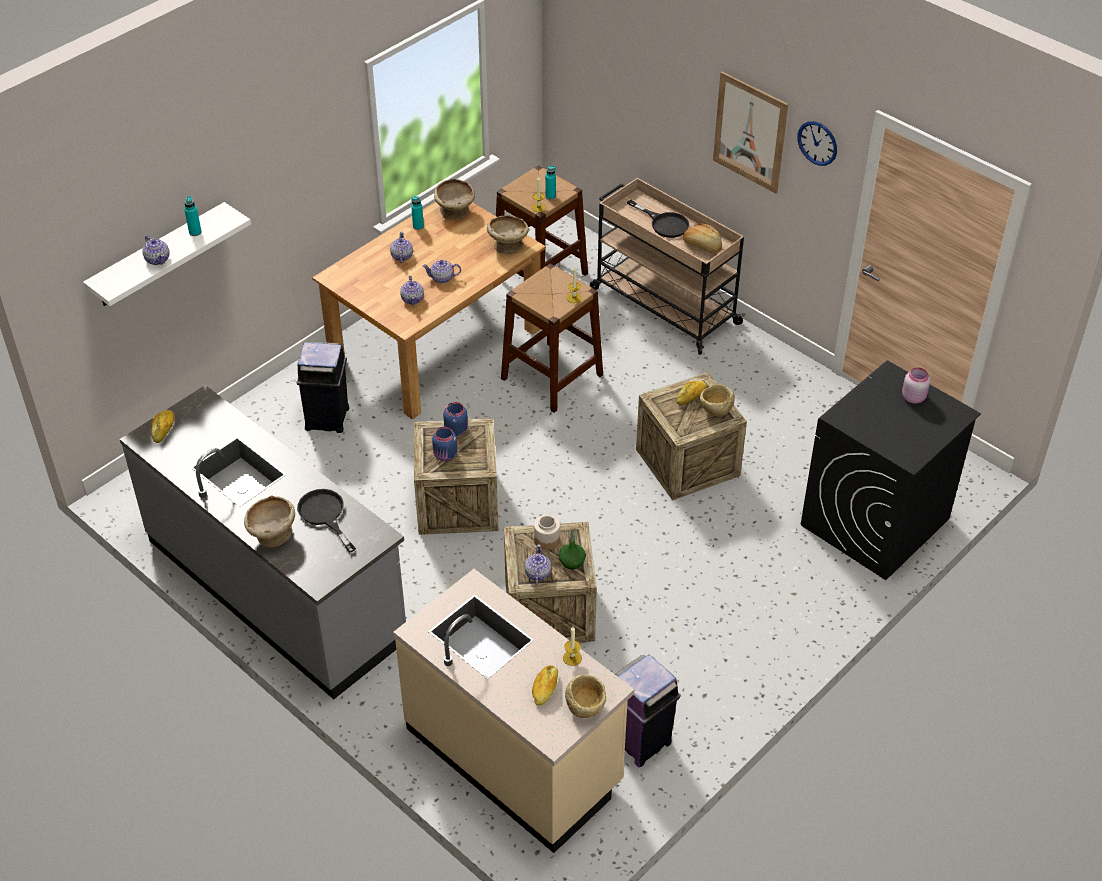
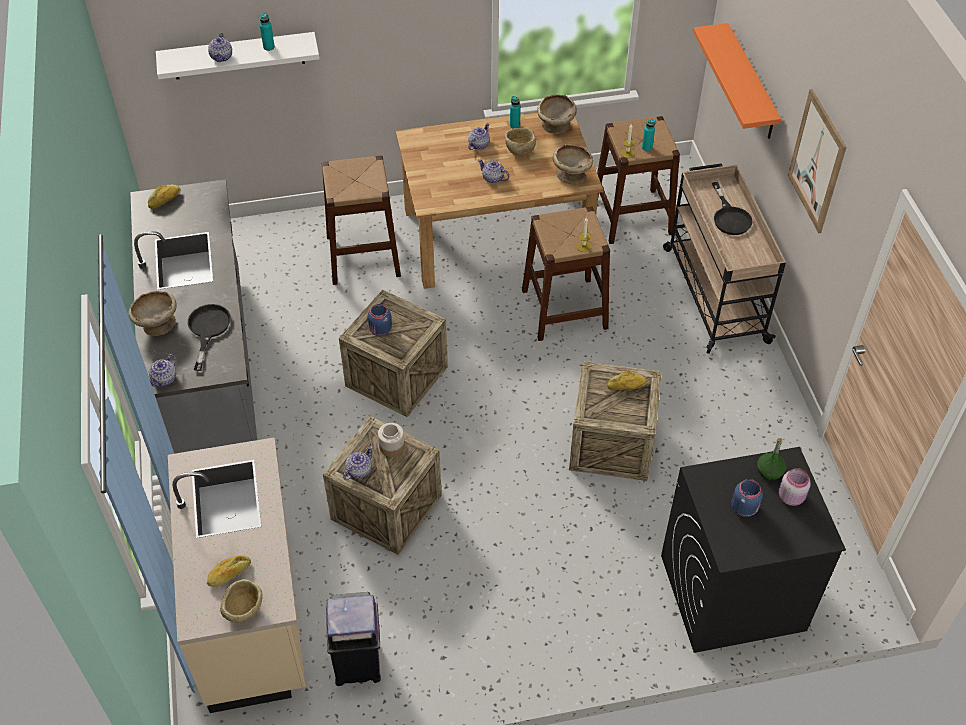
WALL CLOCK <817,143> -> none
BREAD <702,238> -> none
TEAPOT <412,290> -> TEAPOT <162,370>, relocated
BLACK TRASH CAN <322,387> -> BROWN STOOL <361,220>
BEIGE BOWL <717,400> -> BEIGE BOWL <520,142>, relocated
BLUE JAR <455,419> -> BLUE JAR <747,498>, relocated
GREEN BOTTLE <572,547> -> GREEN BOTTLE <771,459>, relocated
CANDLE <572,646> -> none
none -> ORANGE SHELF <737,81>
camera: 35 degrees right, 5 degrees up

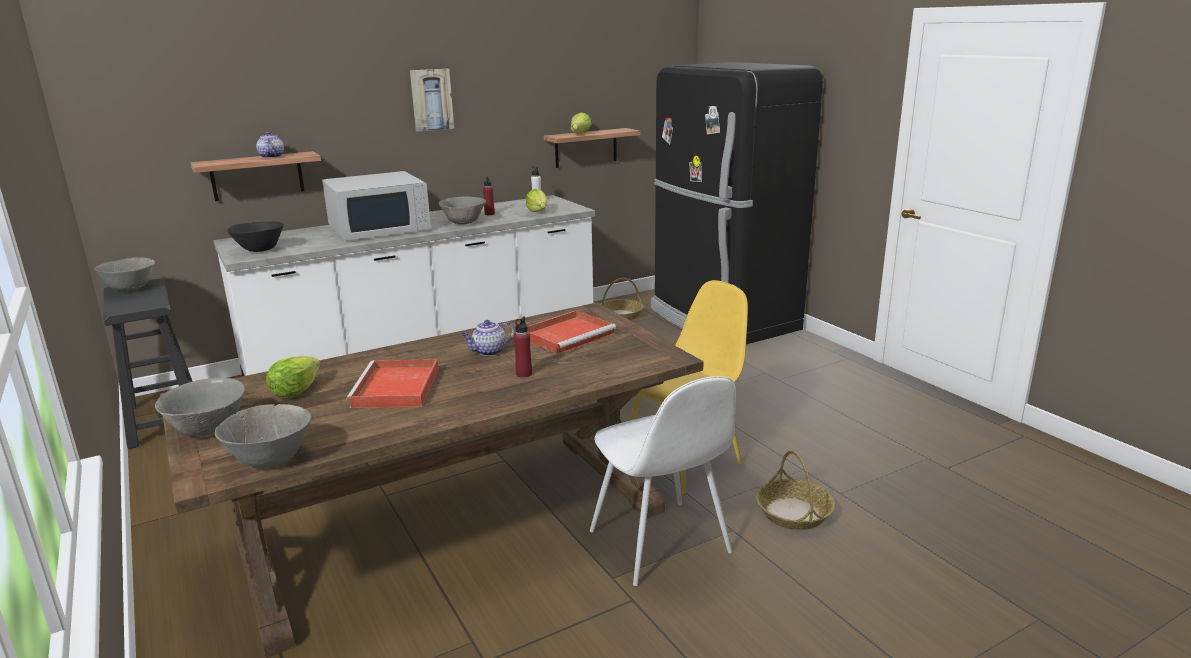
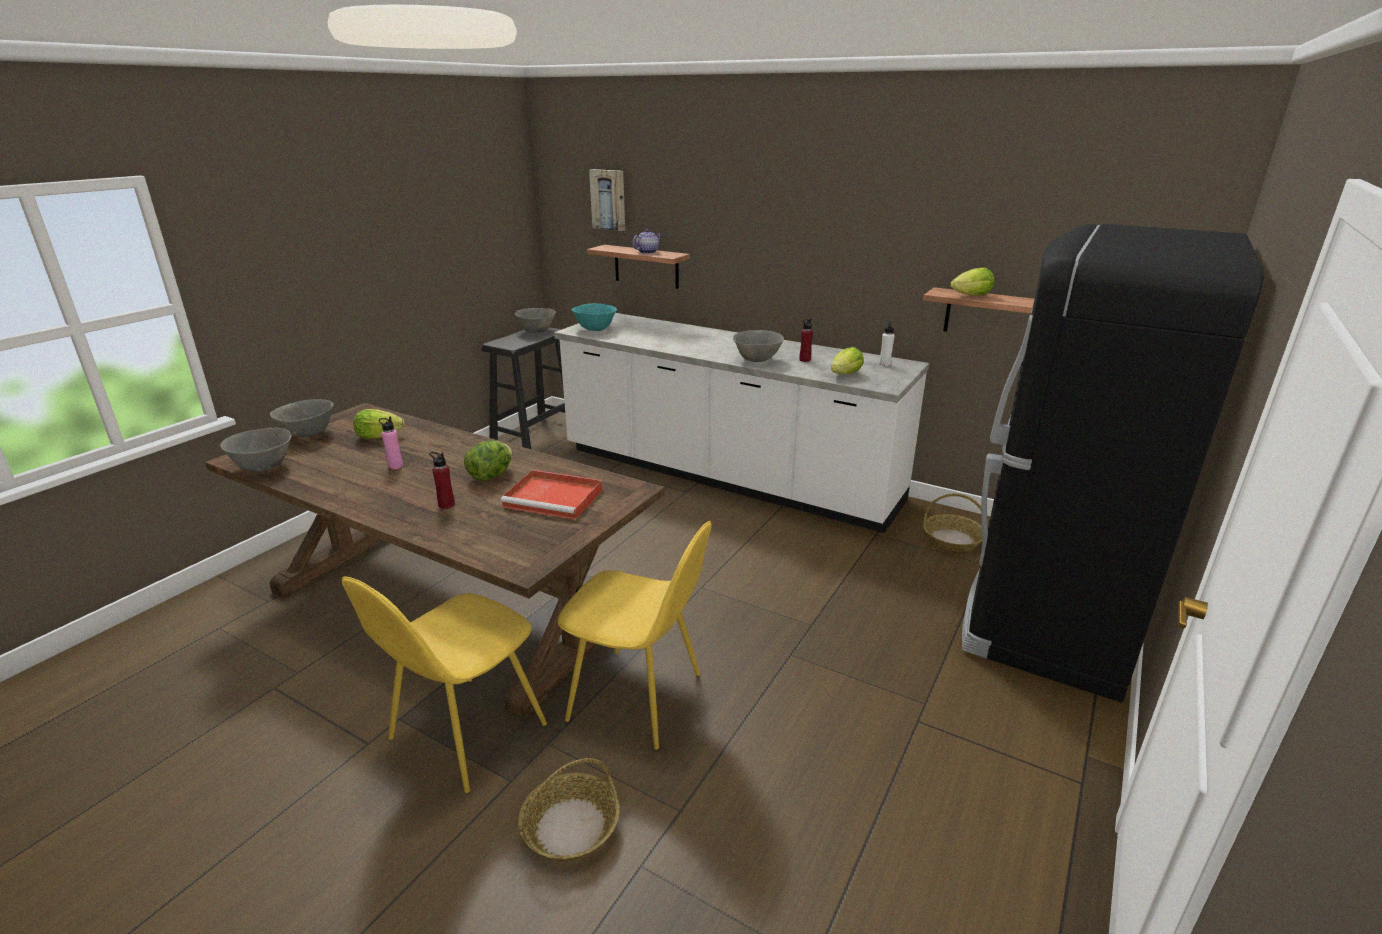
PICTURE <432,100> -> PICTURE <607,200>, relocated
WHITE MICROWAVE <376,206> -> none
BLACK BOWL <255,236> -> TURQUOISE BOWL <594,317>
TEAPOT <488,338> -> LETTUCE <488,460>
RED TRAY <392,383> -> PINK BOTTLE <391,442>
WHITE CHAIR <663,481> -> YELLOW CHAIR <444,685>
camera: 60 degrees right, 5 degrees up

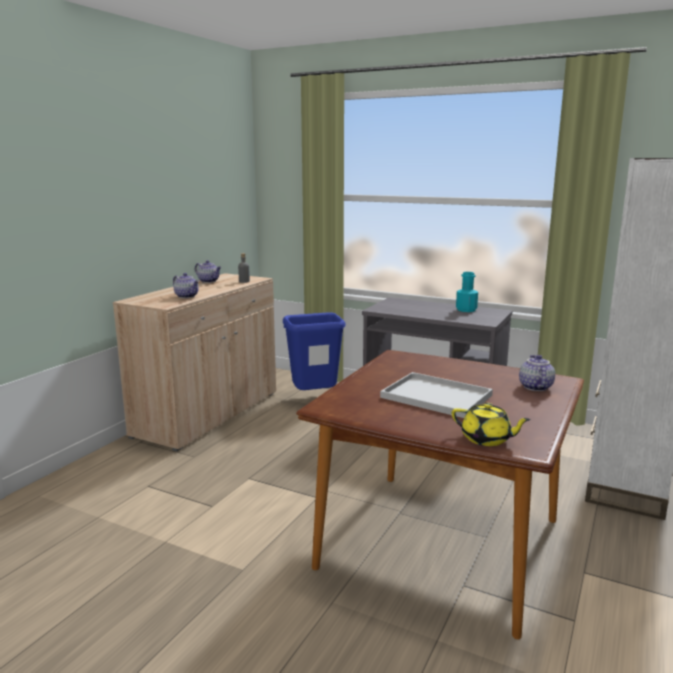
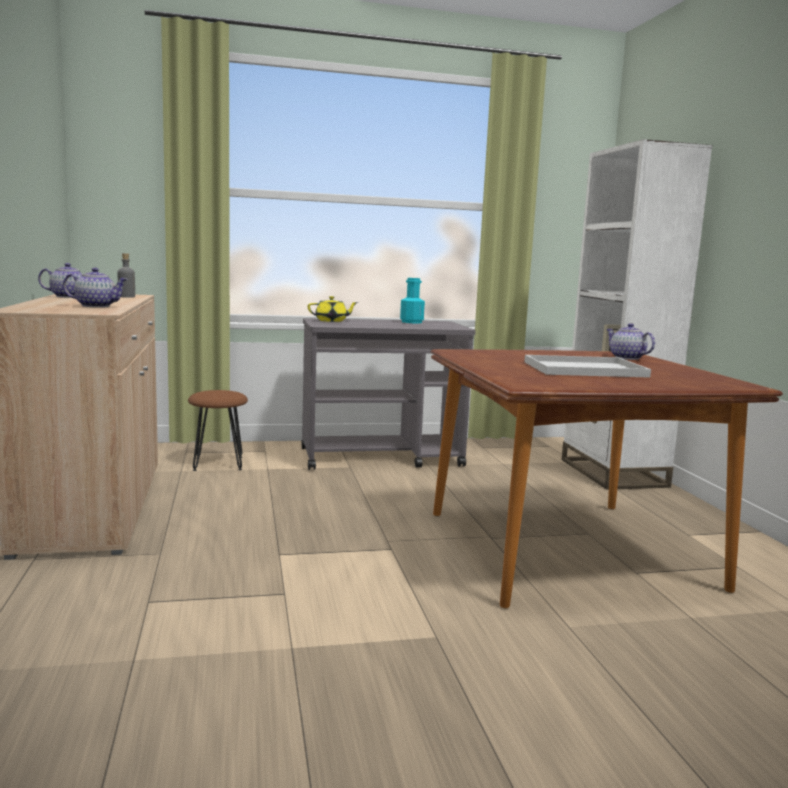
BLUE TRASH CAN <314,351> -> BROWN STOOL <218,430>
YELLOW TEAPOT <491,424> -> YELLOW TEAPOT <333,309>, relocated
camera: 40 degrees left, 5 degrees down

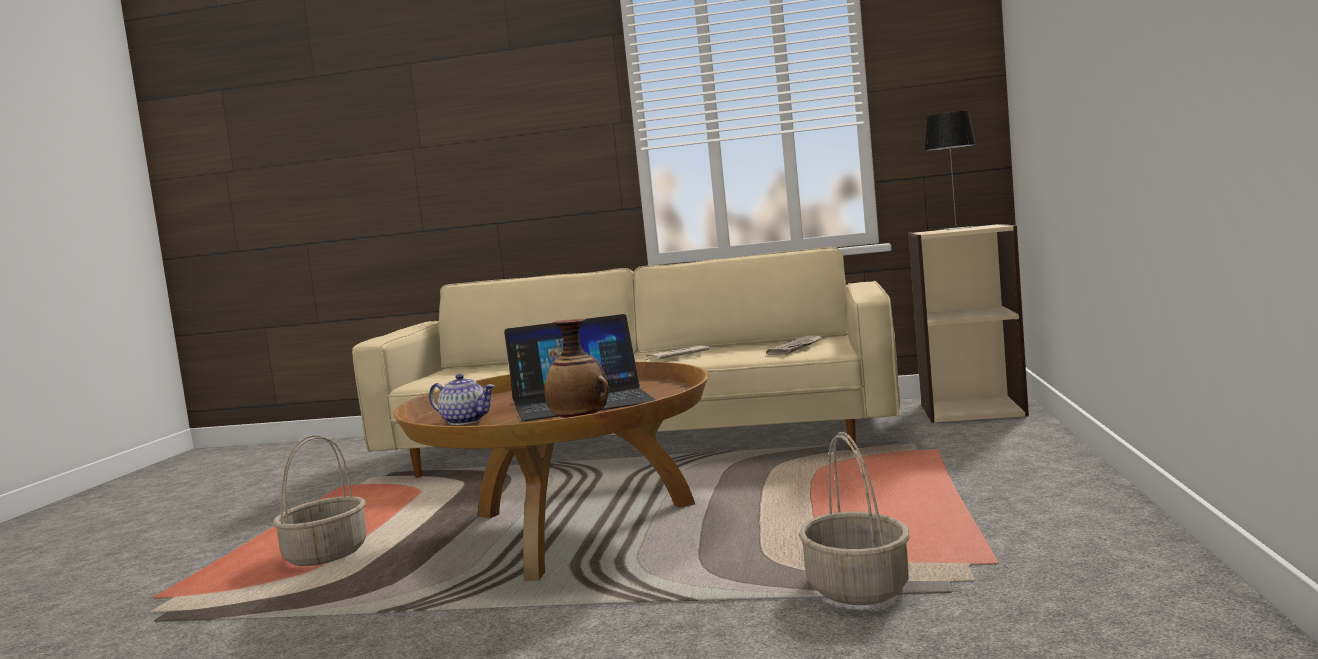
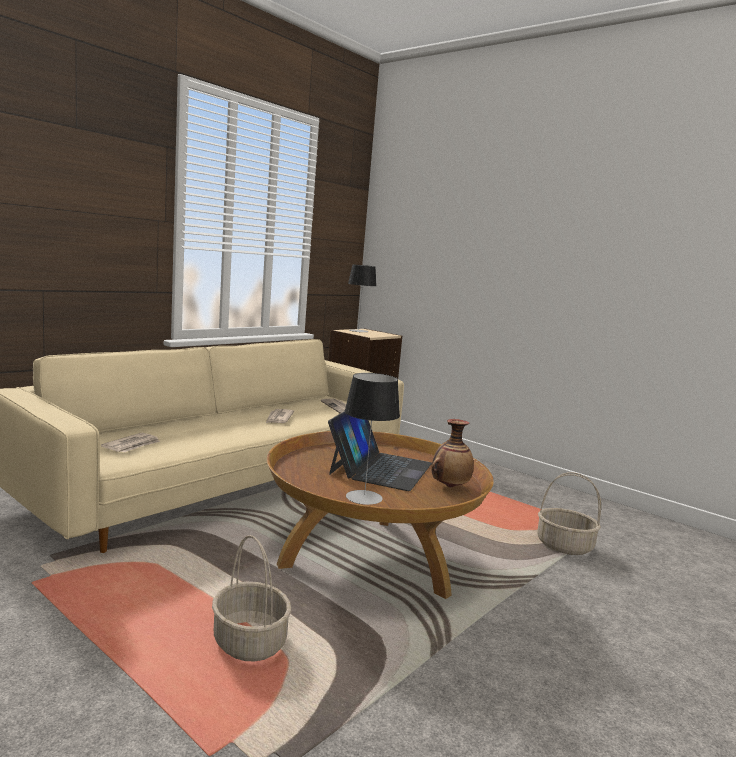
TEAPOT <462,399> -> TABLE LAMP <372,439>
none -> NEWSPAPER <130,442>
camera: 60 degrees left, 5 degrees up

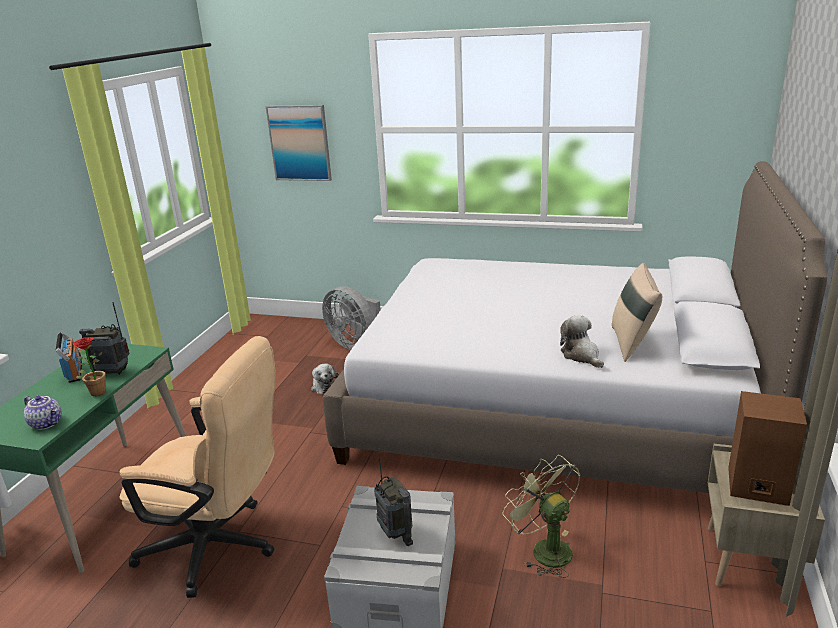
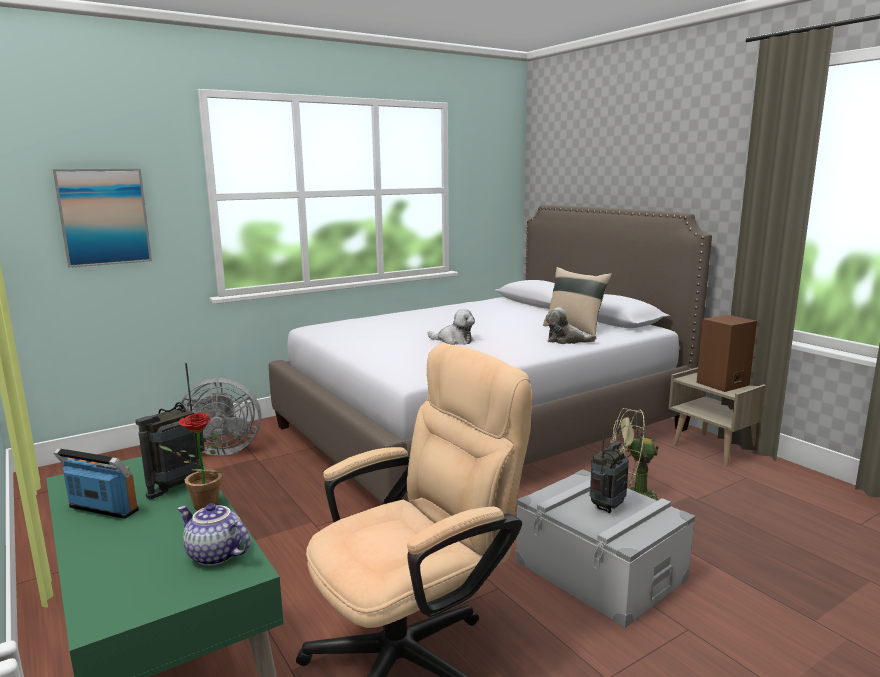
PLUSH TOY <325,379> -> PLUSH TOY <451,327>, relocated
TEAPOT <43,413> -> TEAPOT <213,534>, 135 degrees counterclockwise
RADIO <393,497> -> RADIO <609,470>, 60 degrees counterclockwise
camera: 50 degrees left, 10 degrees down

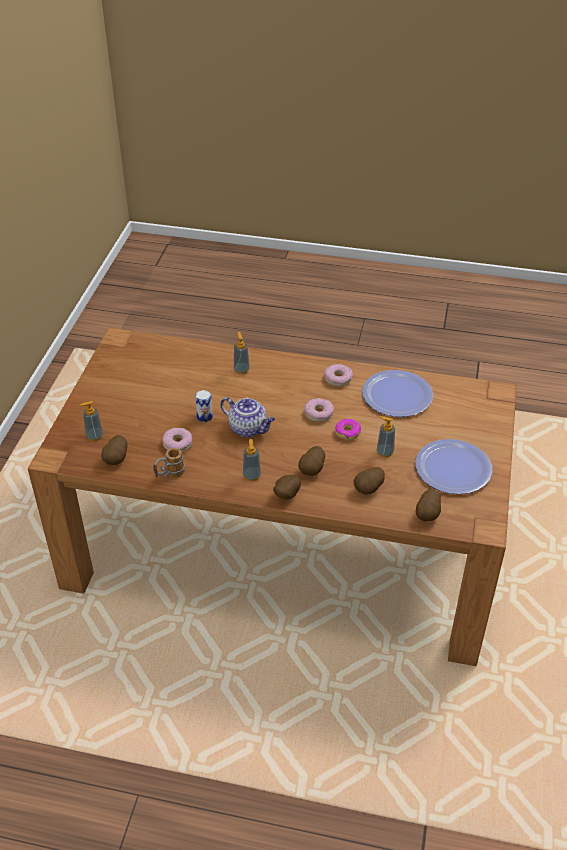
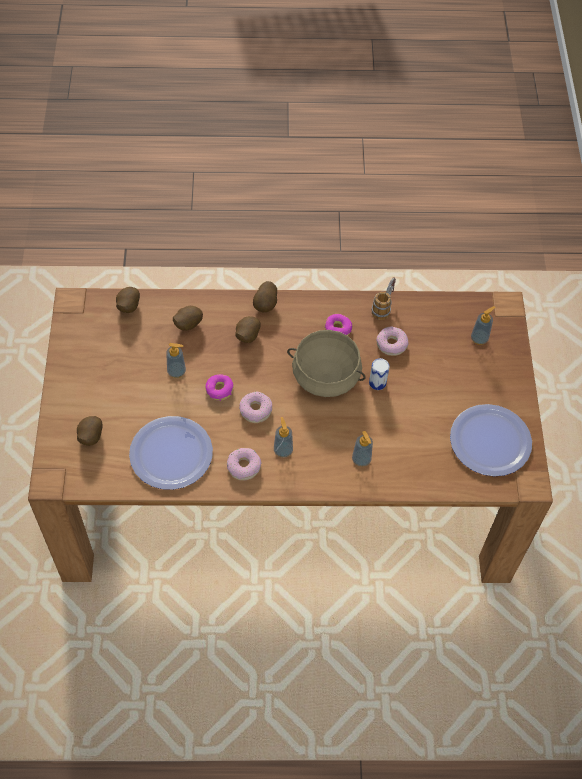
TEAPOT <247,417> -> BEIGE COOKING POT <326,363>
POTATO <114,450> -> POTATO <90,431>, relocated
SOAP DISPENSER <252,460> -> SOAP DISPENSER <283,437>, relocated
PLATE <453,466> -> PLATE <491,440>, relocated
none -> DONUT <339,325>
camera: 165 degrees right, 15 degrees up

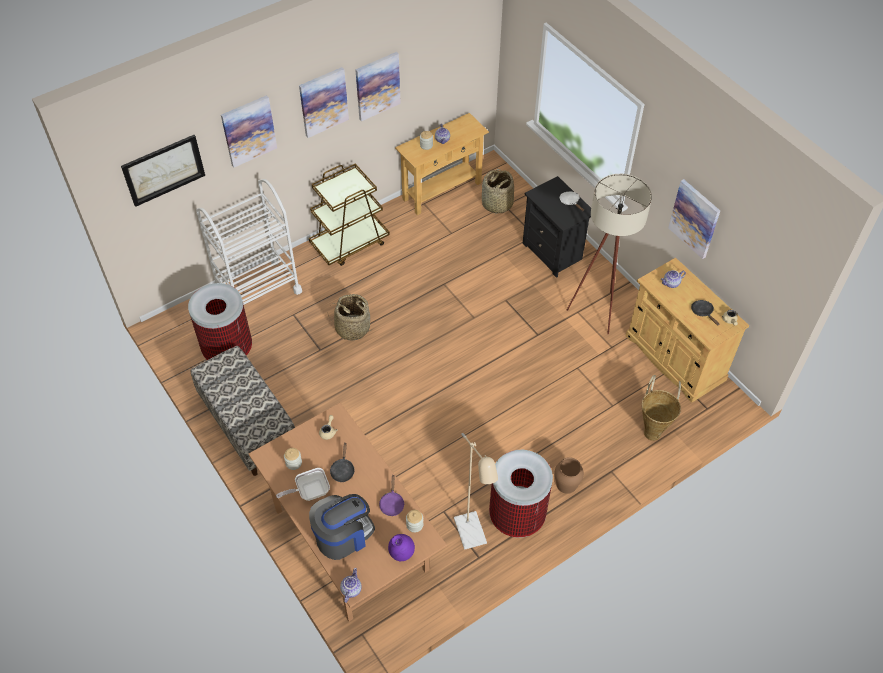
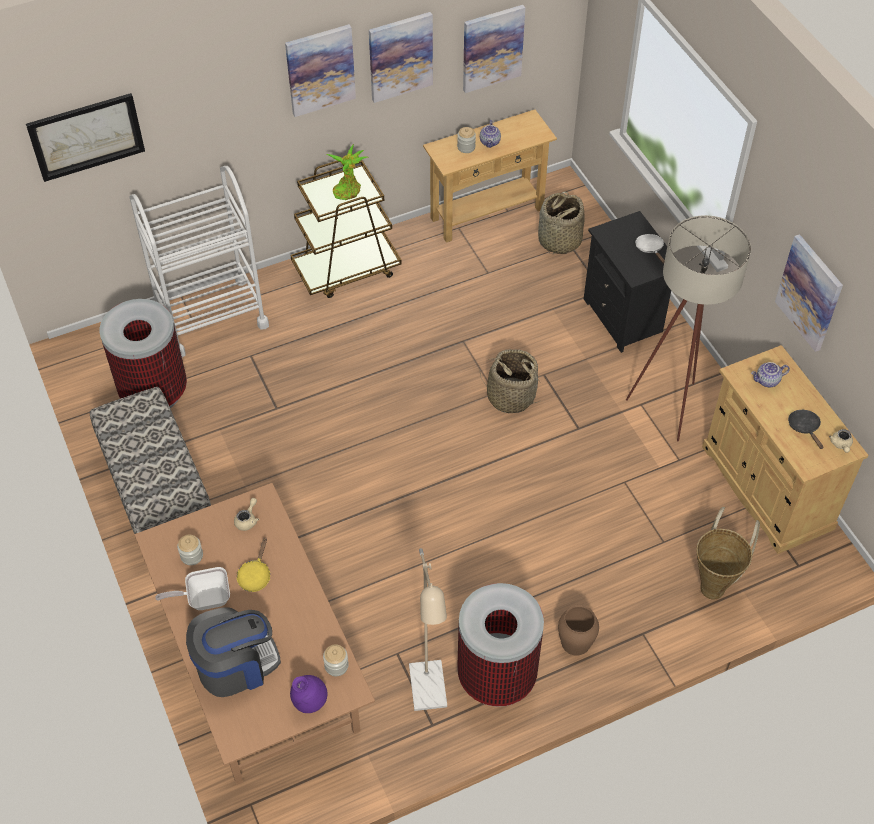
PICTURE <249,131> -> PICTURE <494,49>, relocated
BASKET <351,317> -> BASKET <509,381>, relocated
BLACK FRYING PAN <342,462> -> YELLOW FRYING PAN <253,564>
PURPLE FRYING PAN <392,495> -> none
TEAPOT <351,585> -> none
none -> POTTED PLANT <347,172>
camera: 10 degrees right, 0 degrees up

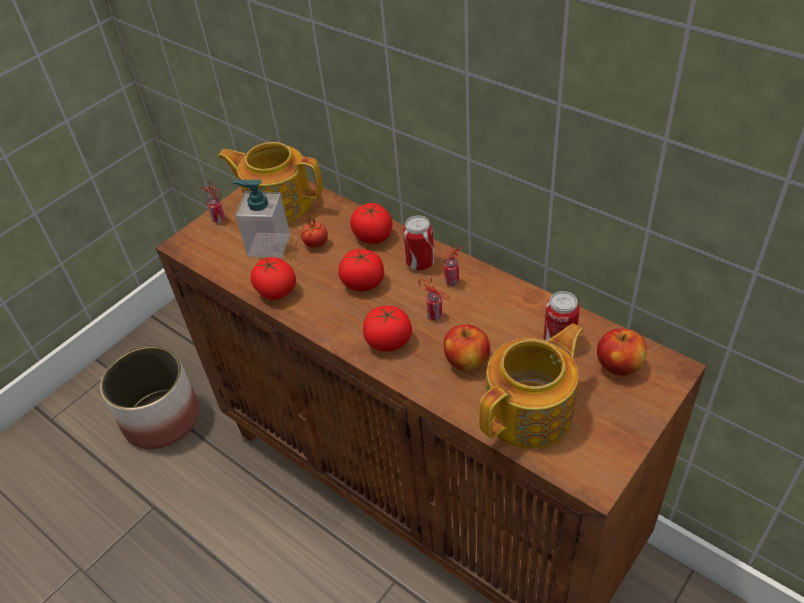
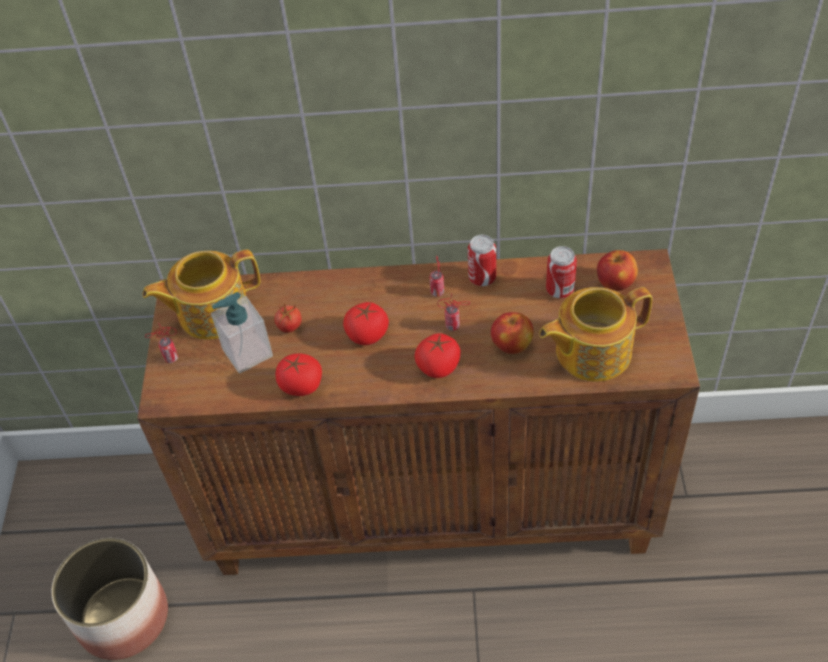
TOMATO <371,223> -> none
CAN <418,243> -> CAN <482,260>, relocated
TEAPOT <531,386> -> TEAPOT <595,334>, 120 degrees counterclockwise
camera: 40 degrees left, 5 degrees up

